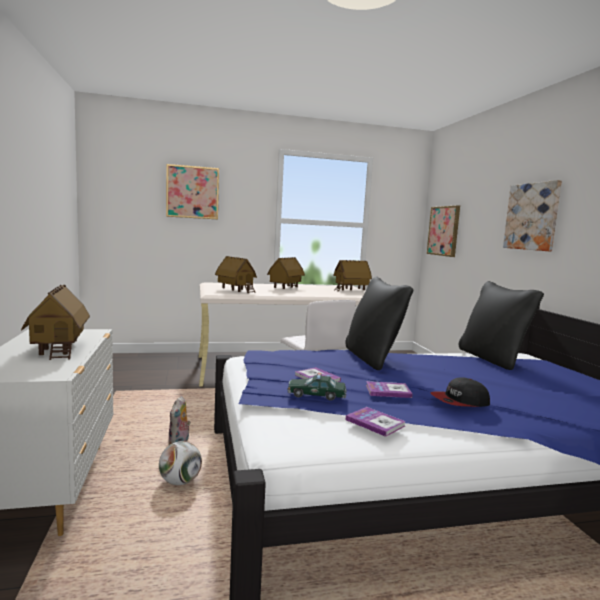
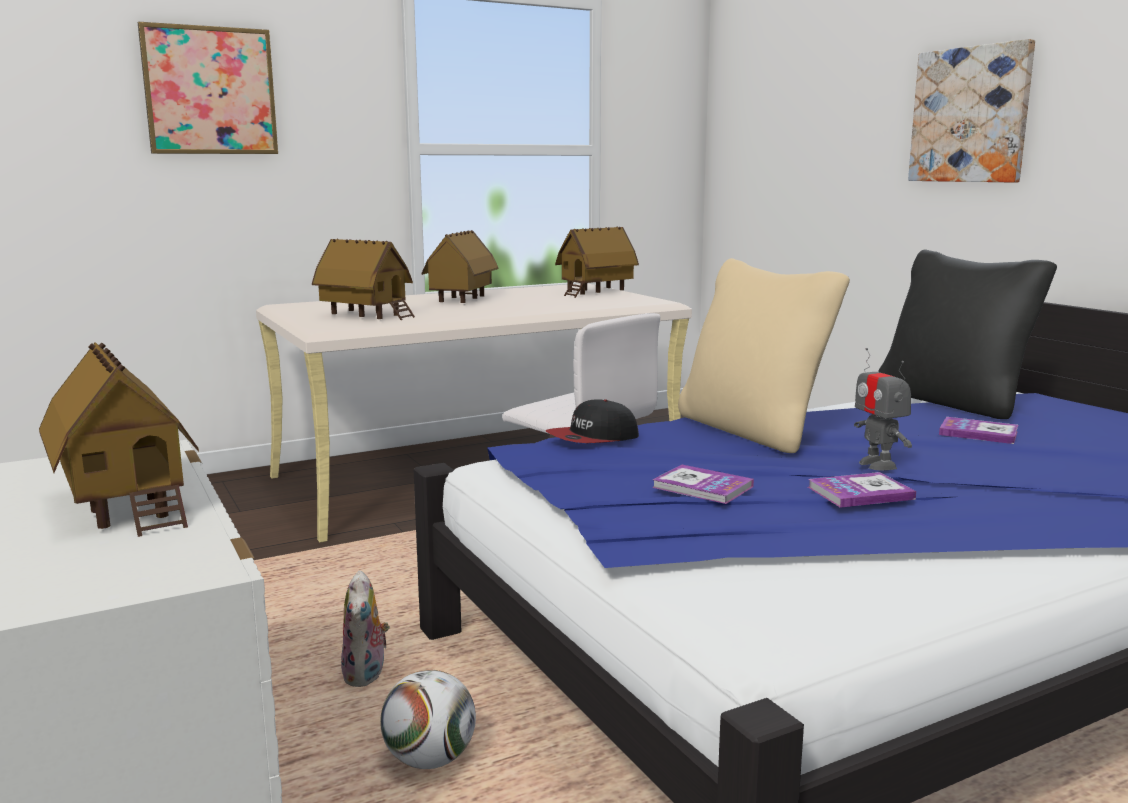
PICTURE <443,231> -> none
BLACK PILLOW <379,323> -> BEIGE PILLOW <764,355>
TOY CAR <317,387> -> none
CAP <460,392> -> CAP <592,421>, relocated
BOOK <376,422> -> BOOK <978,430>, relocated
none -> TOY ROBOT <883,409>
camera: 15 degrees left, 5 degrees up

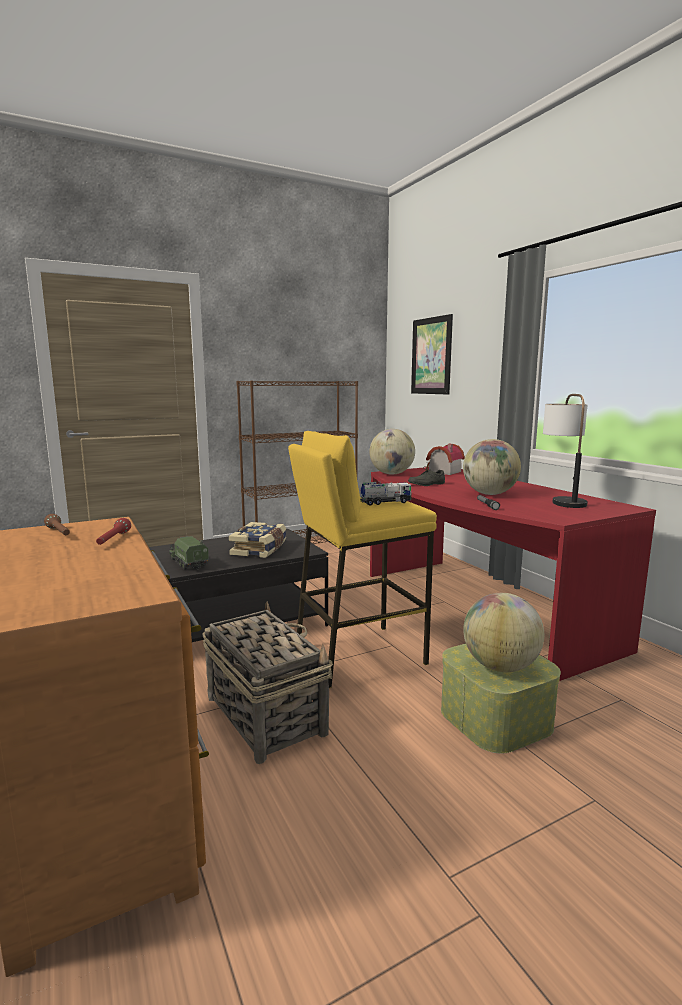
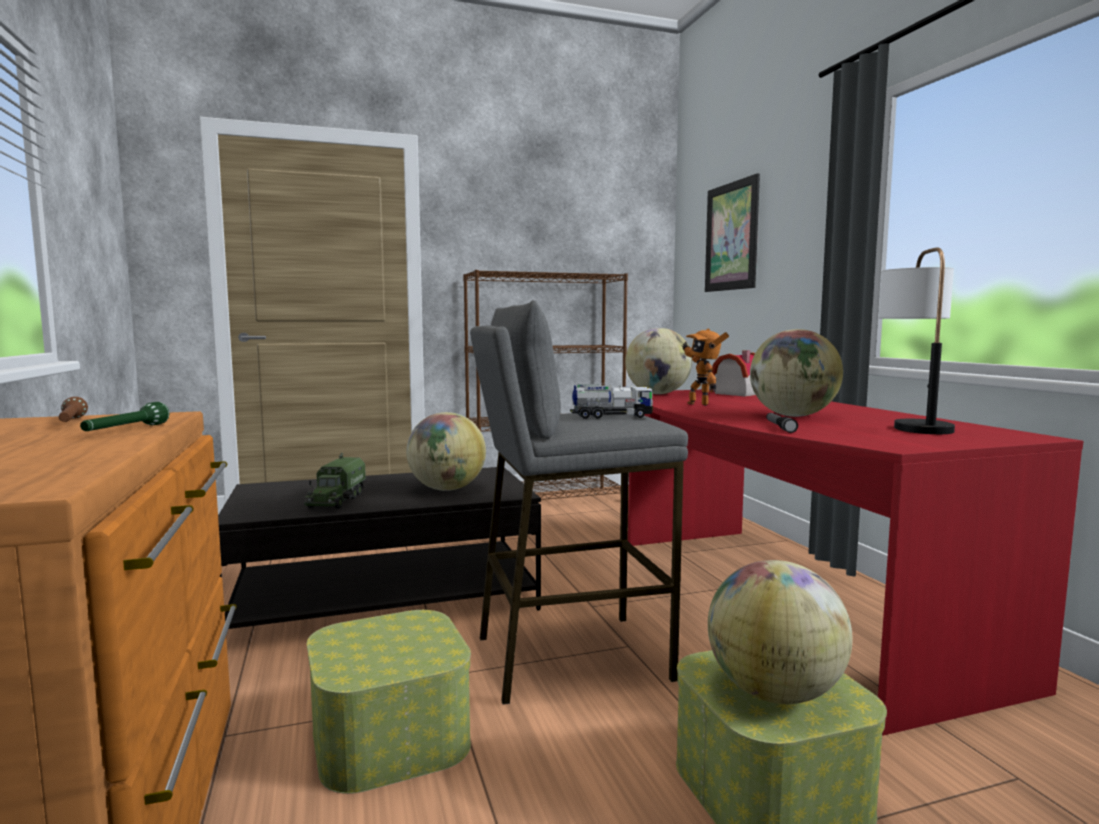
YELLOW STOOL <362,559> -> GREY STOOL <579,502>
GREY SHOE <426,476> -> TOY ROBOT <705,367>
RED FLASHLIGHT <113,531> -> GREEN FLASHLIGHT <124,416>
BOOK <257,540> -> GLOBE <446,451>
TOY TRUCK <189,553> -> TOY TRUCK <335,481>, 150 degrees counterclockwise
BASKET <267,682> -> STORAGE BOX <389,702>
camera: 10 degrees right, 5 degrees down

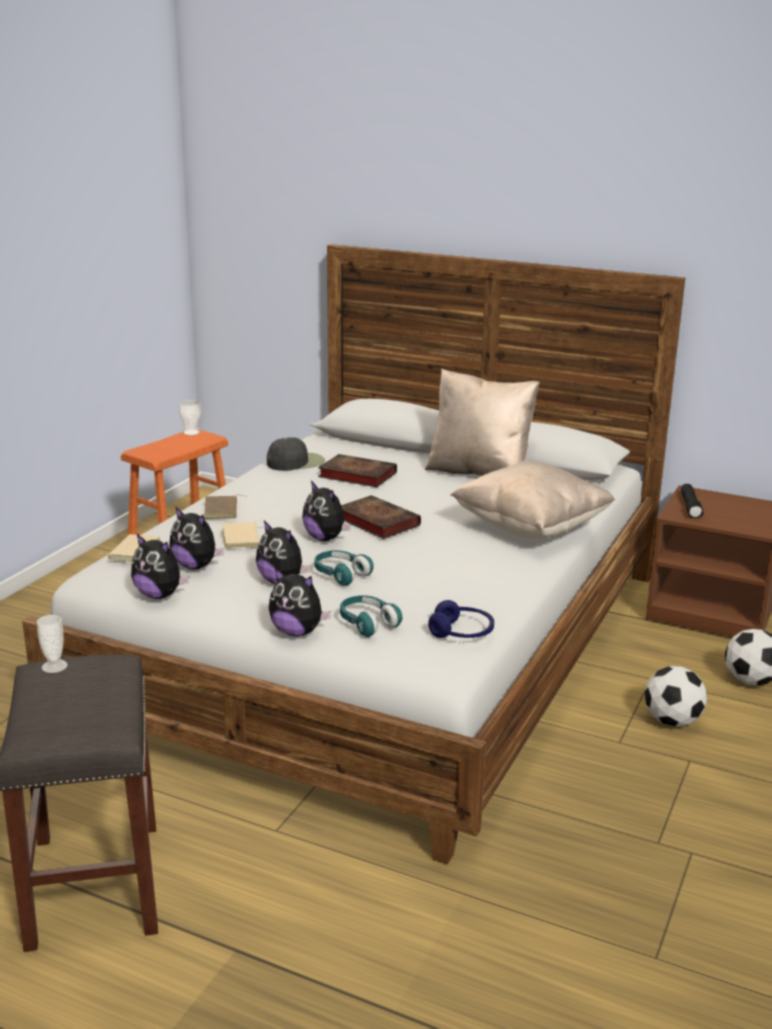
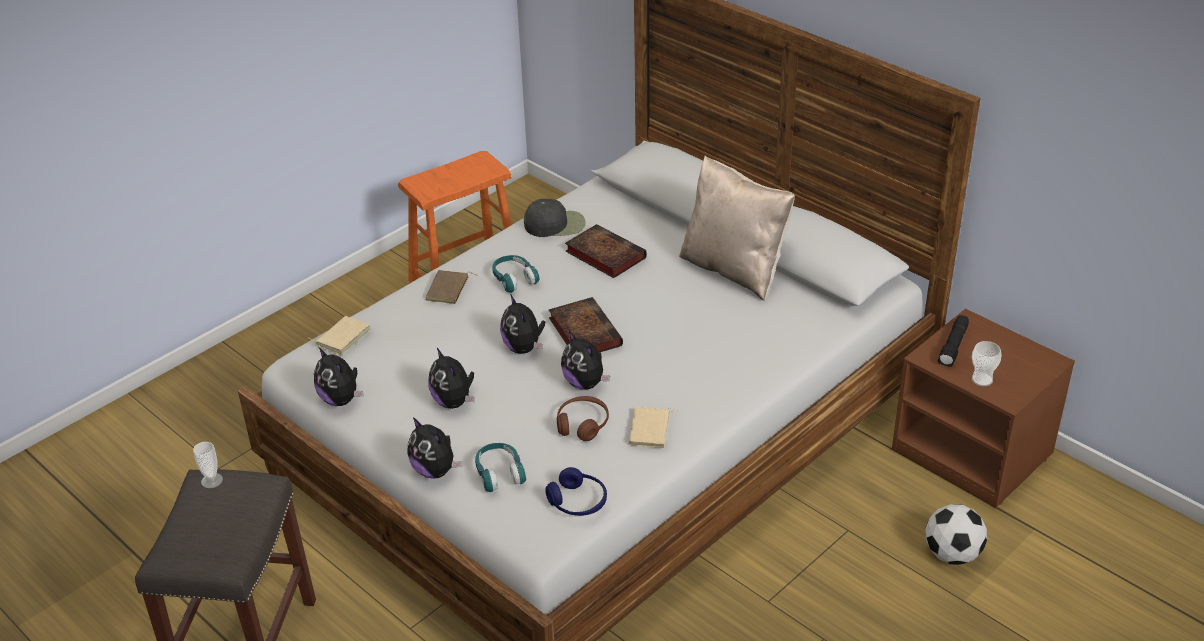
CUP <190,418> -> CUP <986,363>, relocated
BEIGE PILLOW <532,499> -> none
PLUSH TOY <196,538> -> PLUSH TOY <585,360>, relocated
BEIGE BOOK <242,535> -> BEIGE BOOK <654,427>, relocated
TURQUOISE HEADPHONES <344,568> -> TURQUOISE HEADPHONES <515,274>, relocated
FOOTBALL <676,696> -> none
none -> BROWN HEADPHONES <583,418>
camera: 20 degrees right, 15 degrees up

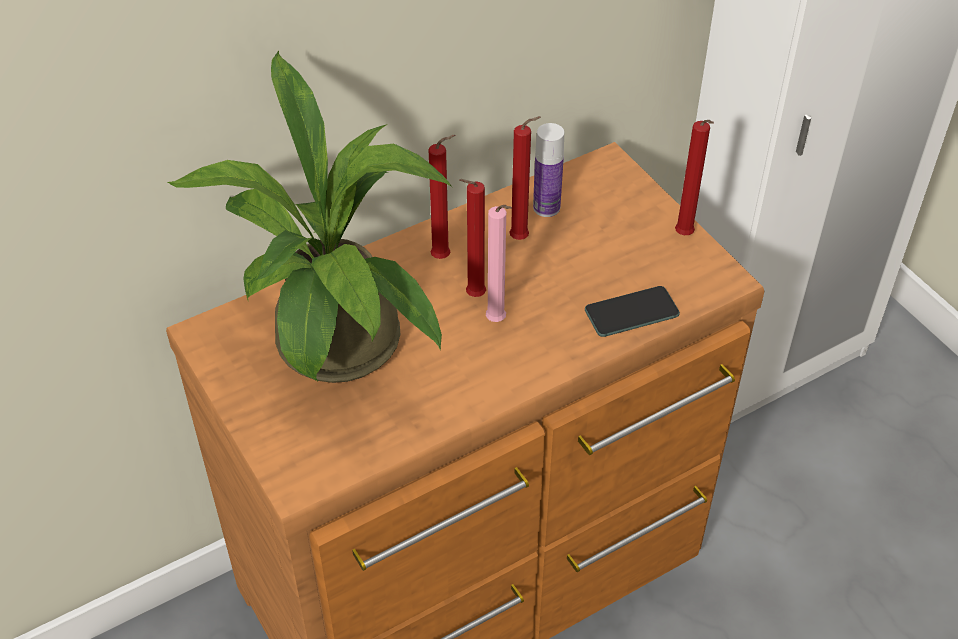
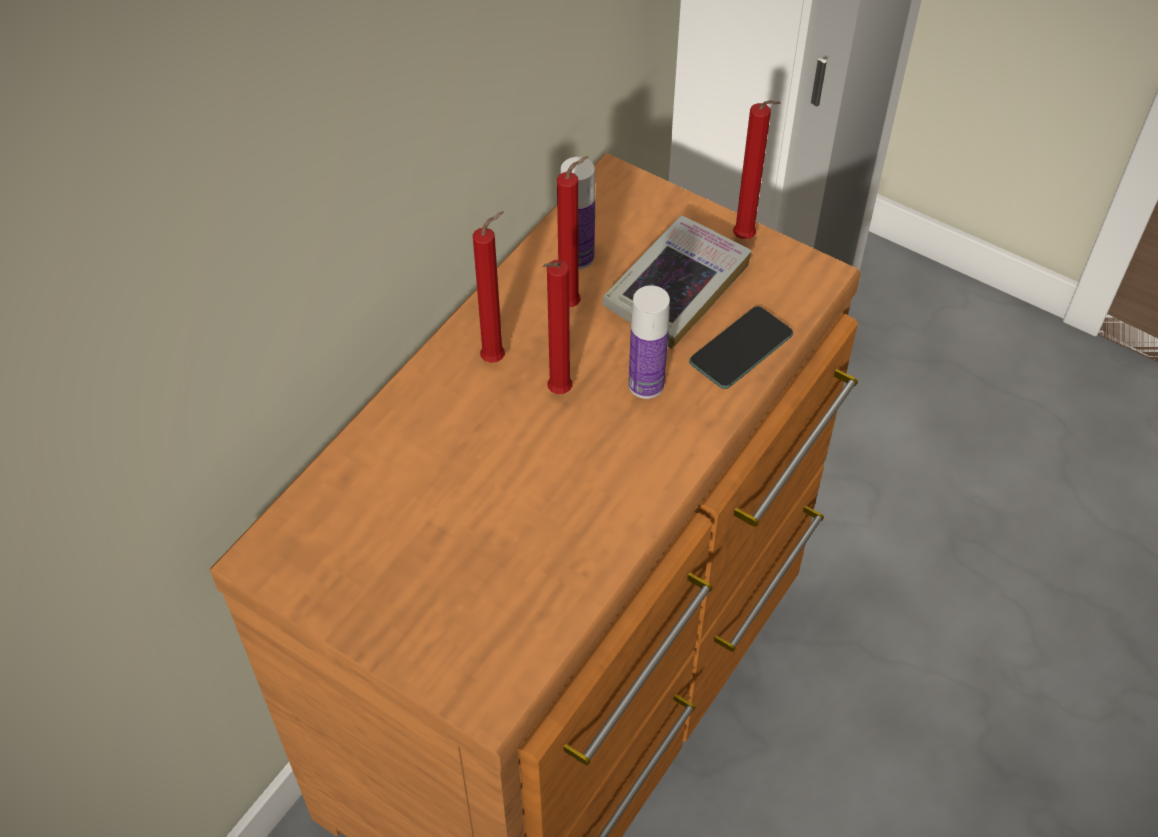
POTTED PLANT <310,217> -> none
PINK CANDLE <499,263> -> none
none -> BOOK <677,282>
none -> BOTTLE <649,342>
camera: 25 degrees left, 5 degrees up

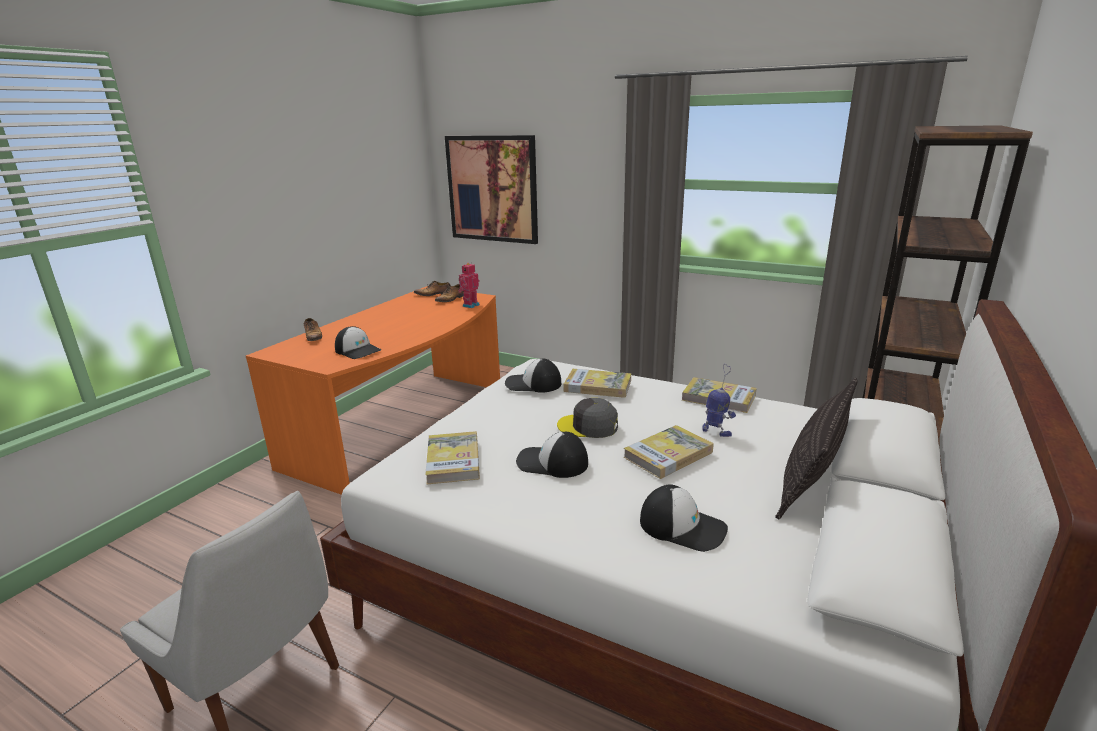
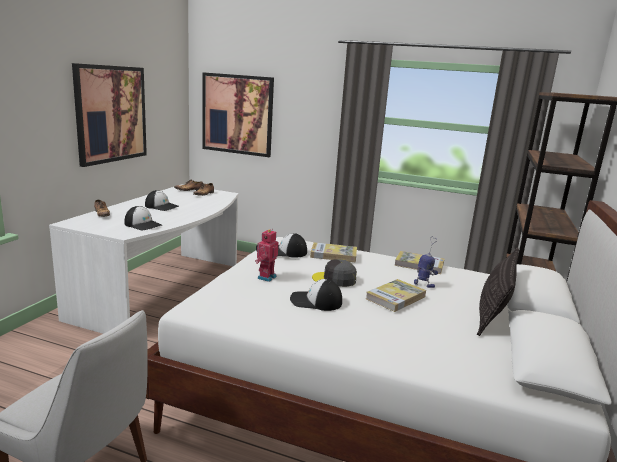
TOY ROBOT <469,285> -> TOY ROBOT <267,255>, relocated
ORANGE DESK <373,390> -> WHITE DESK <143,259>
BOOK <452,457> -> none
CAP <684,518> -> CAP <162,200>, relocated
none -> PICTURE <109,115>
camera: 10 degrees left, 5 degrees down

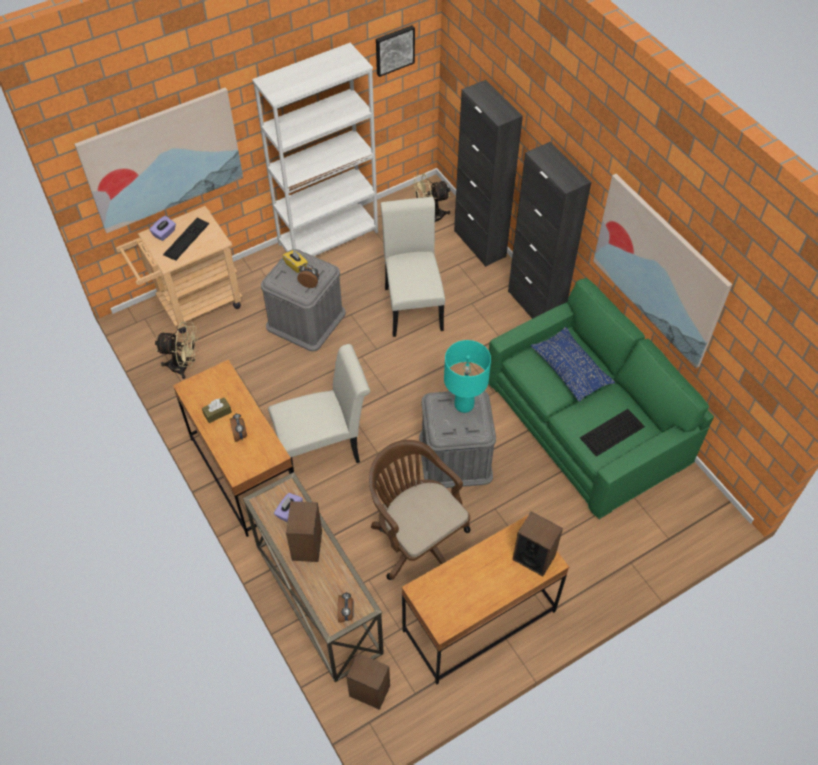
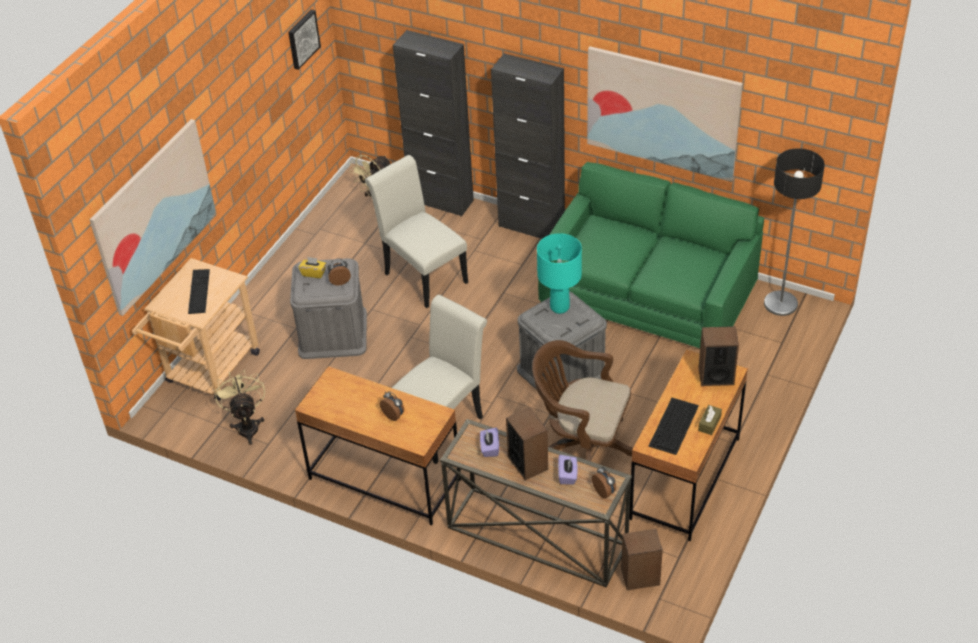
WHITE BOOKCASE <315,149> -> none
PURPLE TISSUE BOX <163,228> -> PURPLE TISSUE BOX <568,469>, relocated
BEIGE FAN <176,350> -> BEIGE FAN <240,407>, 75 degrees counterclockwise
BLUE PILLOW <573,364> -> none
BROWN TISSUE BOX <217,410> -> BROWN TISSUE BOX <710,420>, relocated
KEYBOARD <612,433> -> KEYBOARD <673,426>, relocated
none -> FLOOR LAMP <794,232>
camera: 30 degrees left, 10 degrees down

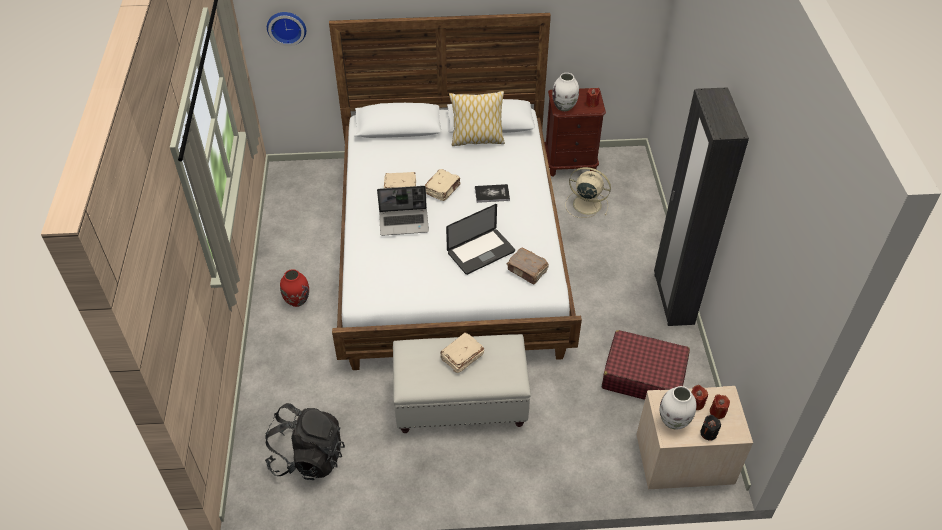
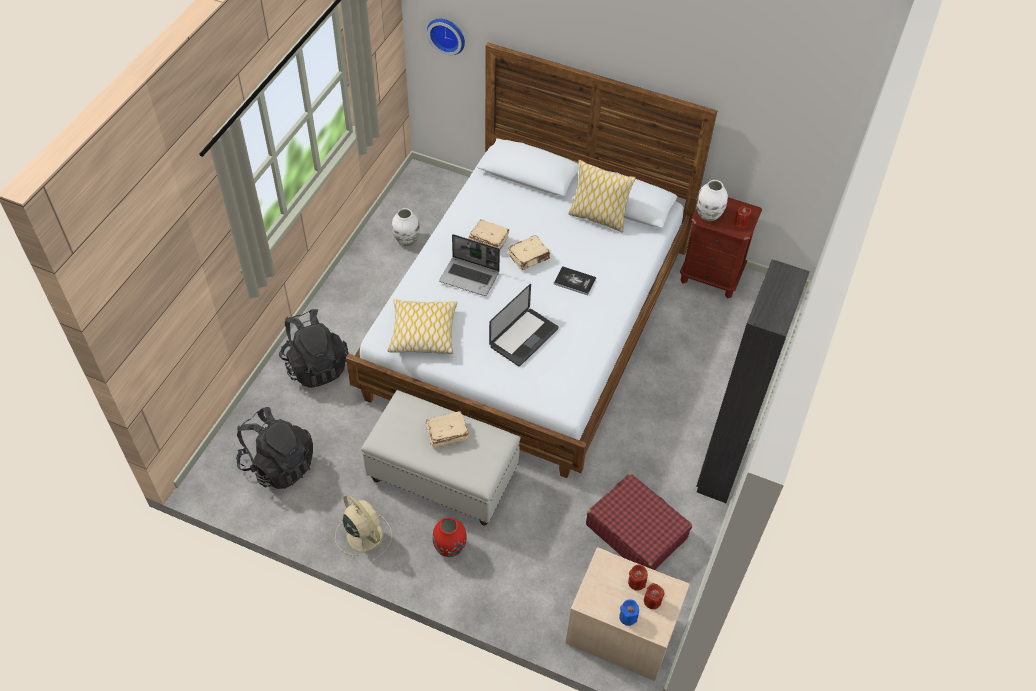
BEIGE FAN <588,192> -> BEIGE FAN <363,528>, relocated
LAPTOP <480,239> -> LAPTOP <523,325>, 45 degrees counterclockwise
BROWN BOOK <528,266> -> none
RED VASE <294,288> -> RED VASE <449,537>, relocated
WHITE VASE <678,408> -> WHITE VASE <406,227>, relocated
BLACK CANDLE <710,428> -> BLUE CANDLE <629,612>
none -> PILLOW <422,326>
none -> BLACK BACKPACK <314,348>
camera: 25 degrees right, 5 degrees up

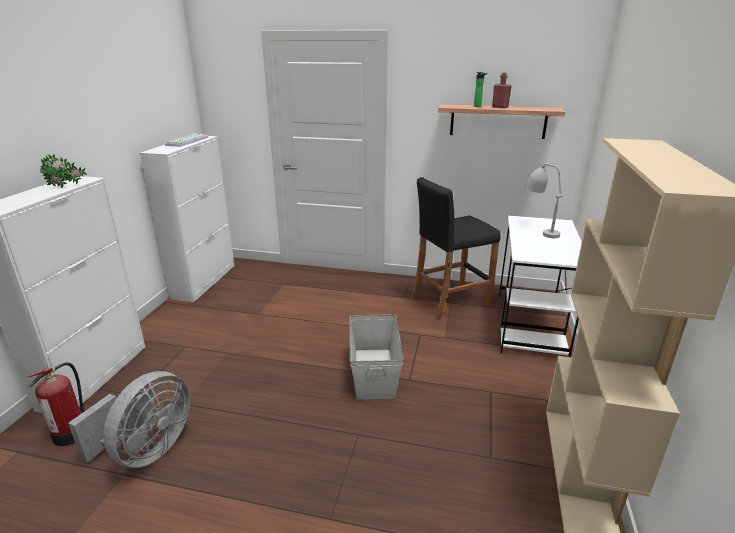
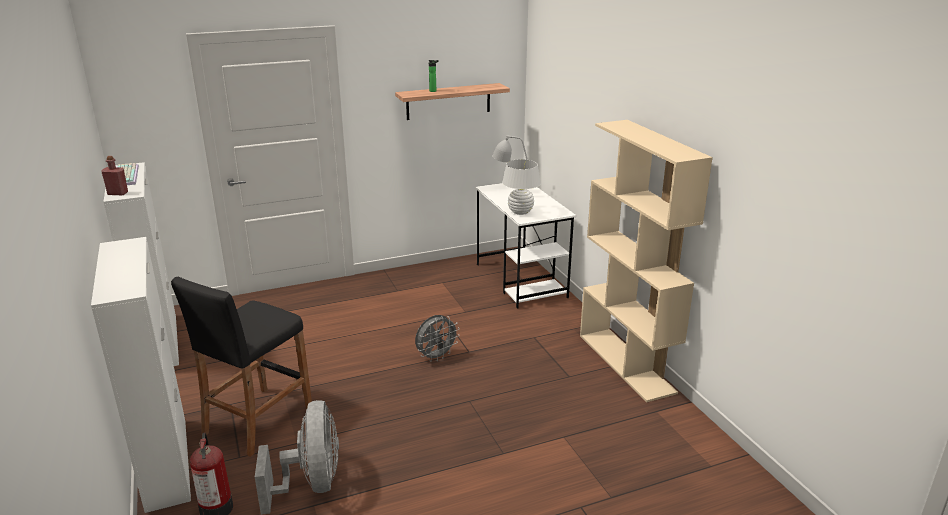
RED BOTTLE <502,90> -> RED BOTTLE <114,175>, relocated
POTTED PLANT <63,171> -> none
BLACK STOOL <456,248> -> BLACK STOOL <241,367>, relocated
GREY STORAGE BOX <376,357> -> GREY FAN <437,338>
none -> WHITE TABLE LAMP <521,187>
camera: 35 degrees left, 0 degrees up

